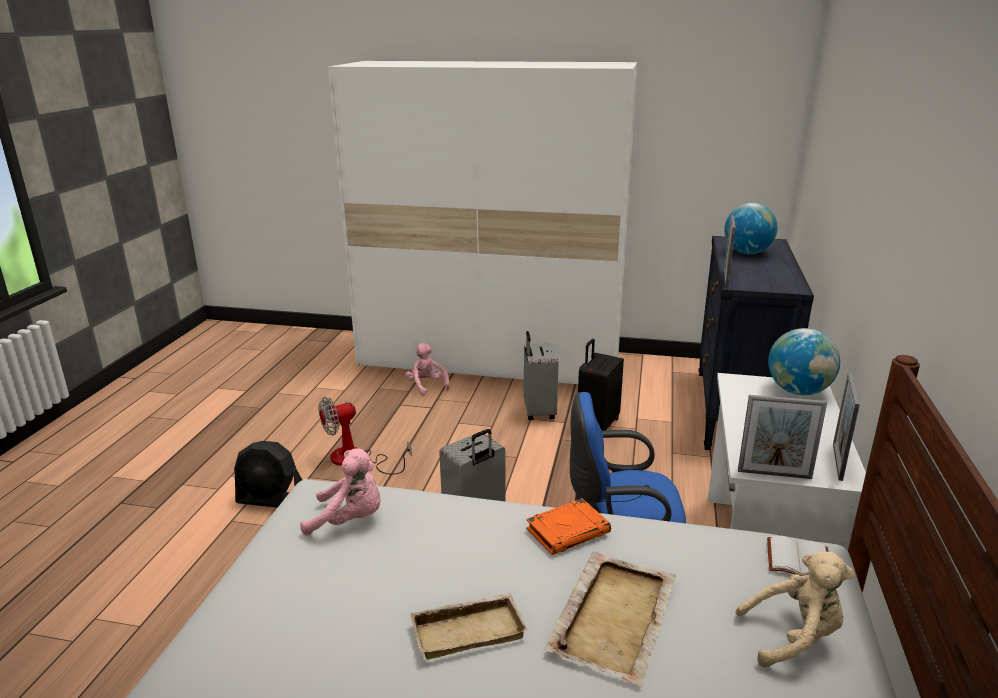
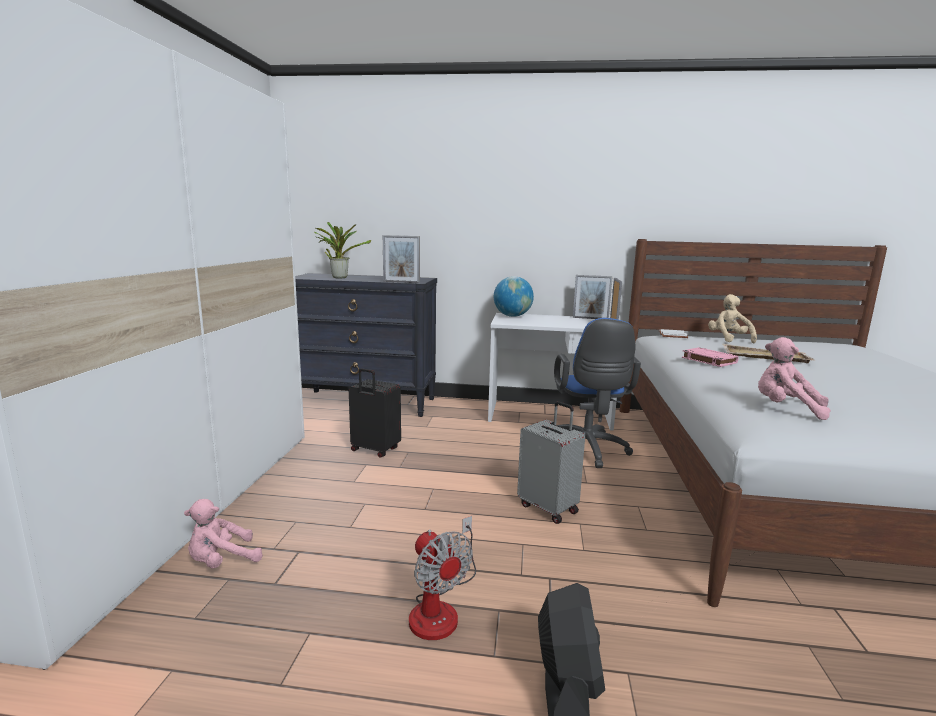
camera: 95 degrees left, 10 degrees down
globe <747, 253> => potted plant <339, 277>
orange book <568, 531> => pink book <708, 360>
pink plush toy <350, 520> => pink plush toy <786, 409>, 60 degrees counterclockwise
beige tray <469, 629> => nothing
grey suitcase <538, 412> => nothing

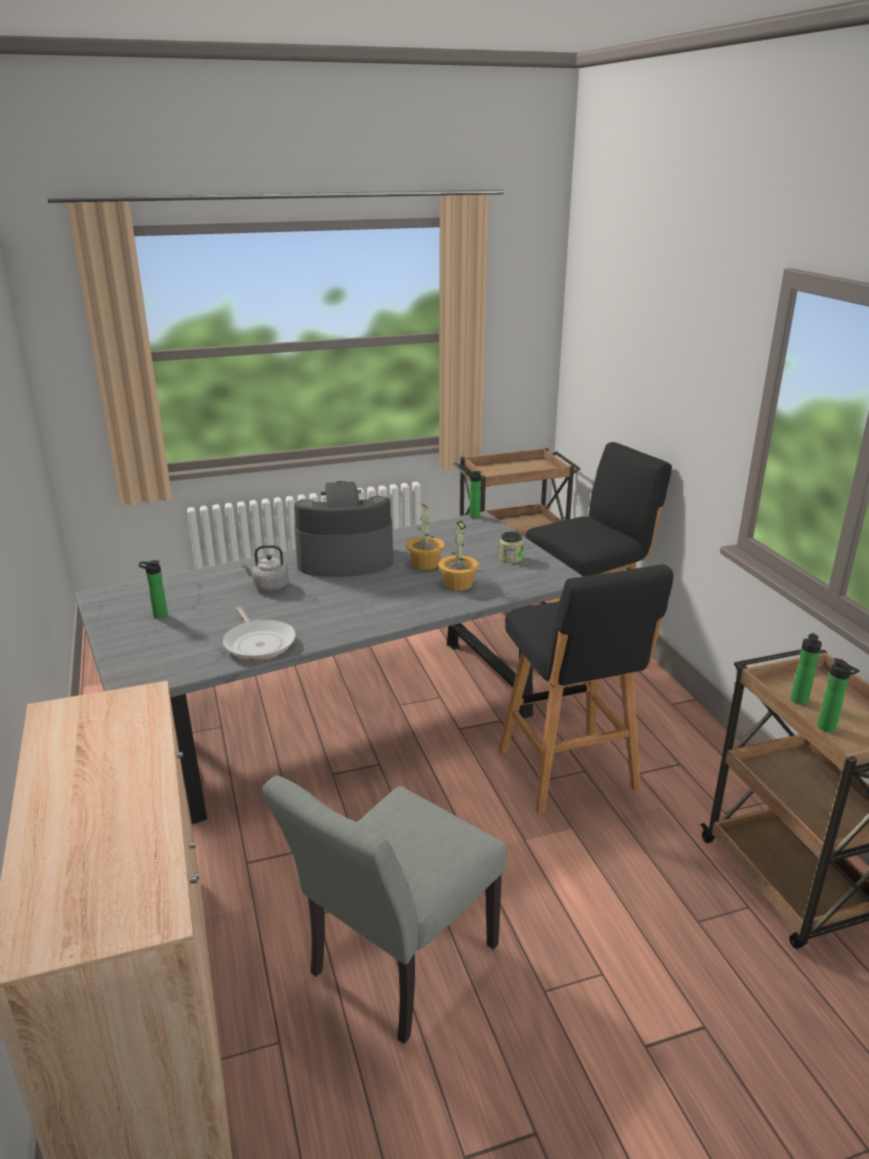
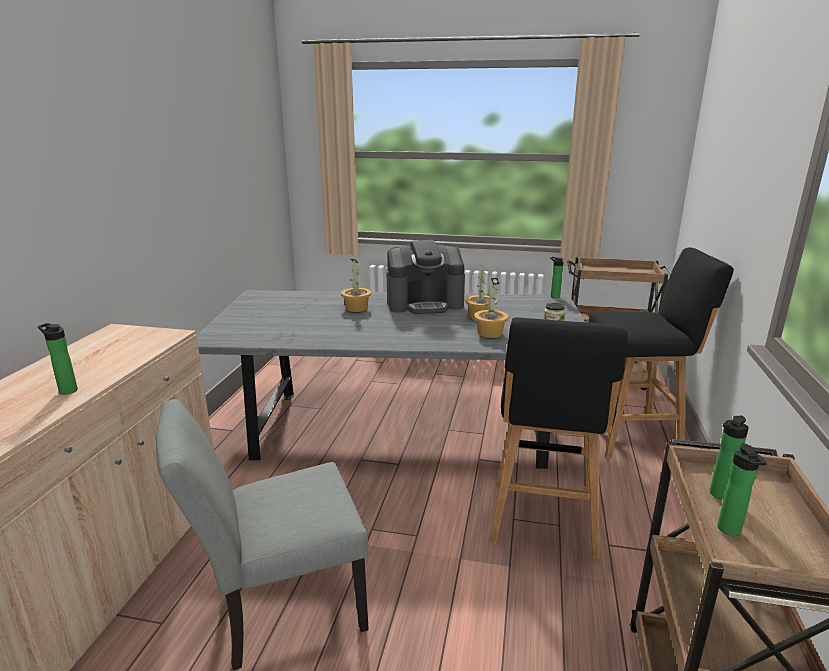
camera: 30 degrees right, 5 degrees down
bottle <158, 615> => bottle <66, 390>, moved
grey kettle <269, 586> => potted plant <356, 308>
coffee machine <344, 559> => coffee machine <425, 303>, 150 degrees clockwise
frying pan <259, 642> => nothing

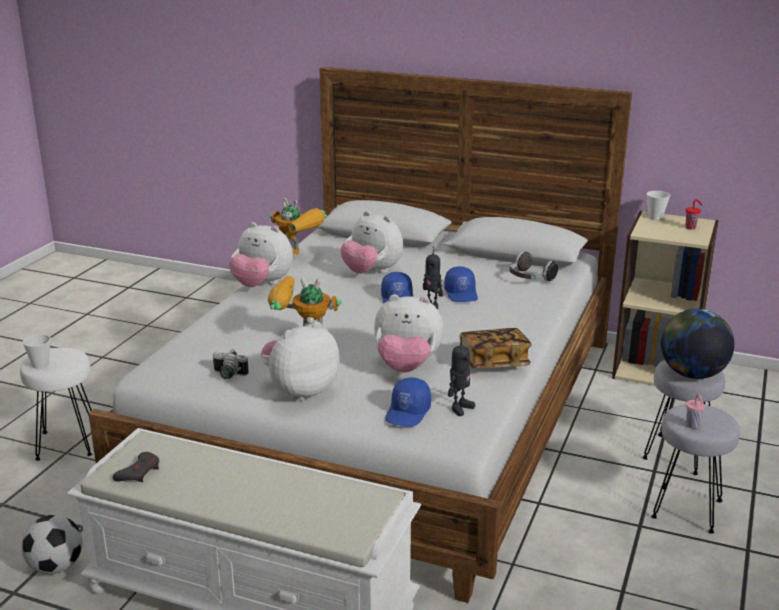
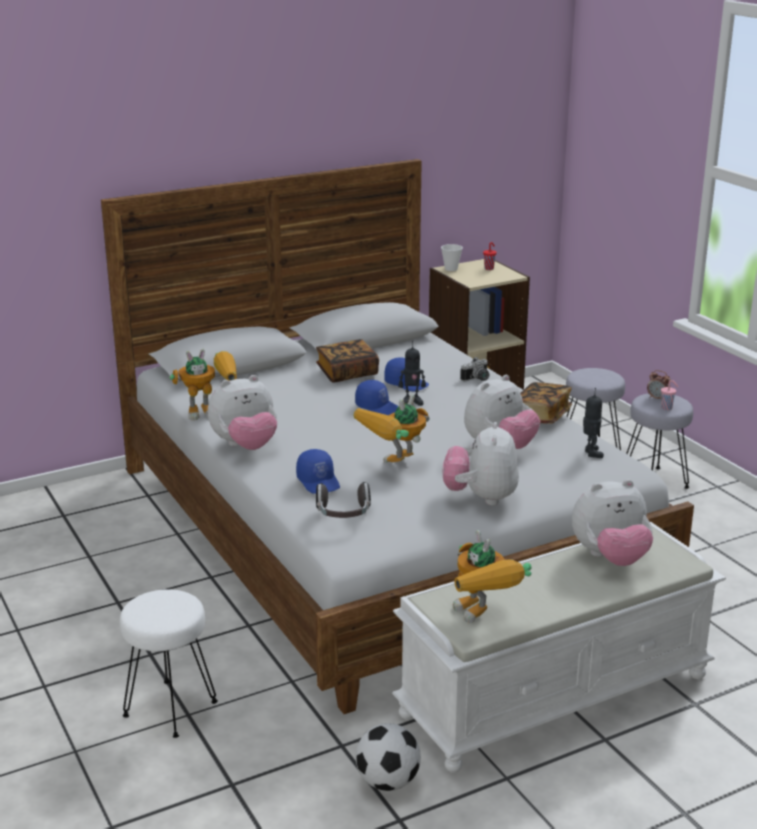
camera: 50 degrees left, 0 degrees up
blue cap <408, 413> => blue cap <319, 482>, moved
nothing => book <347, 373>
headphones <530, 279> => headphones <343, 515>, moved
grey game controller <139, 472> => toy robot <483, 618>
photo camera <228, 375> => photo camera <477, 379>, moved
plush toy <371, 272> => plush toy <610, 558>, moved
nothing => alarm clock <657, 398>
cup <40, 365> => nothing
globe <692, 374> => nothing

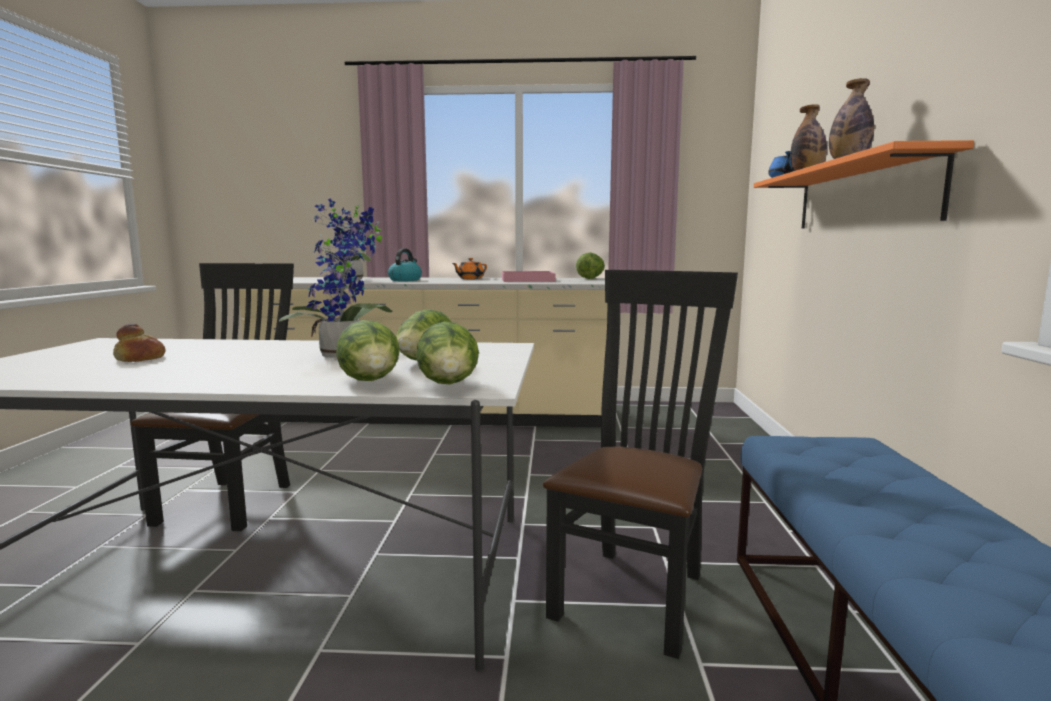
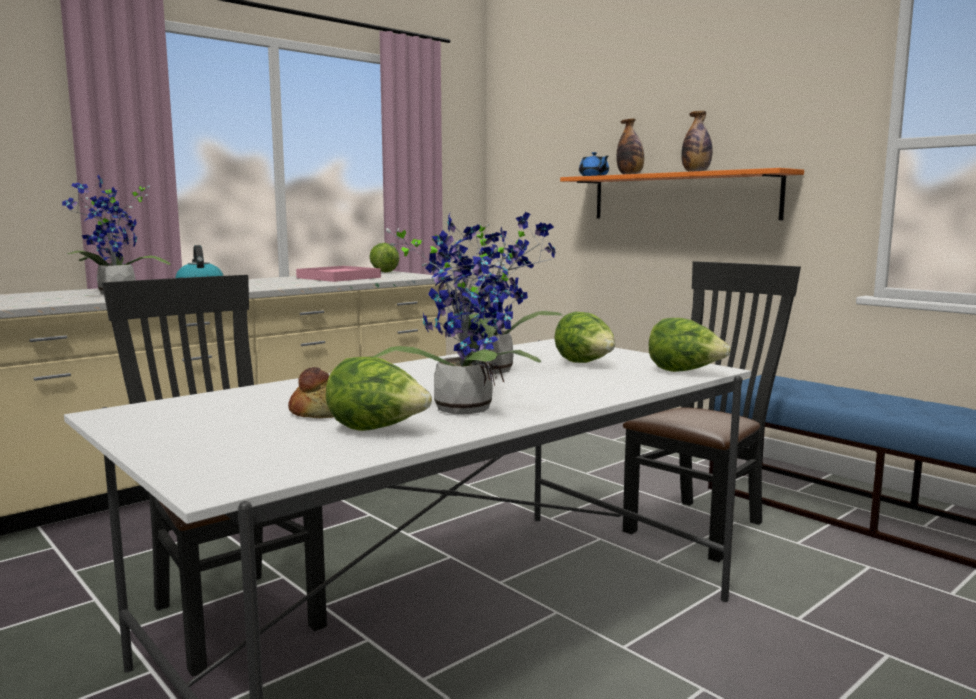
camera: 45 degrees left, 0 degrees up
lettuce <371, 382> => lettuce <377, 430>, moved
nothing => potted plant <462, 407>
black chair <636, 591> => black chair <701, 525>, 60 degrees clockwise
orange teapot <470, 278> => nothing

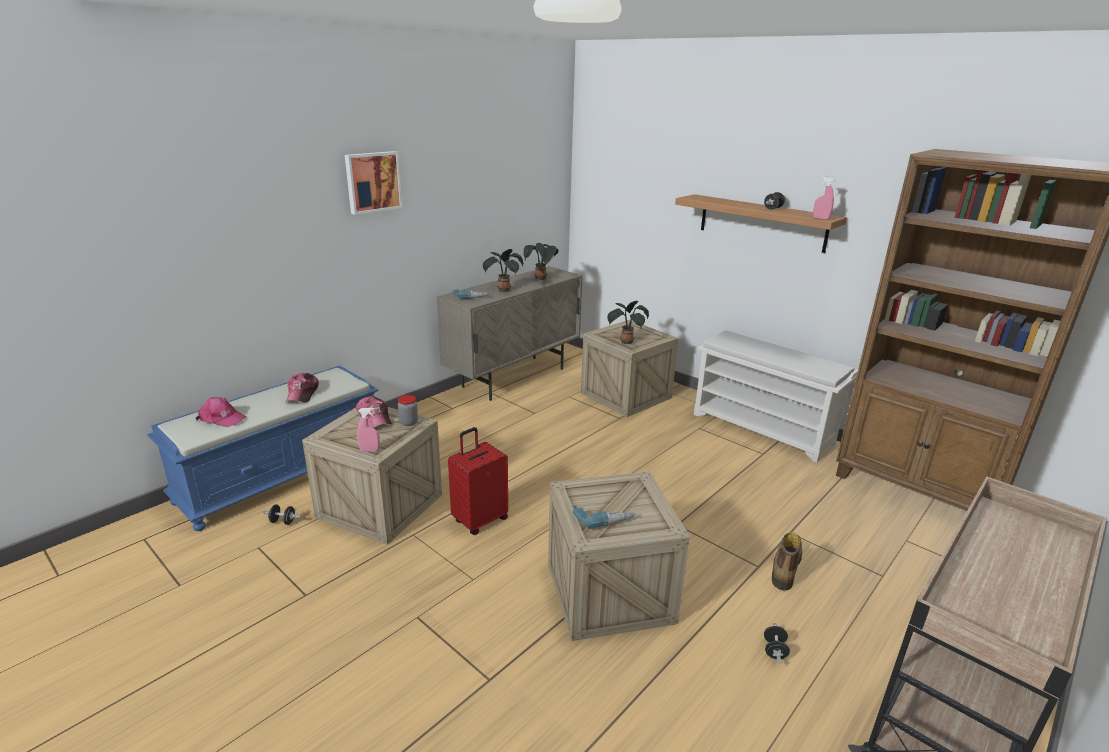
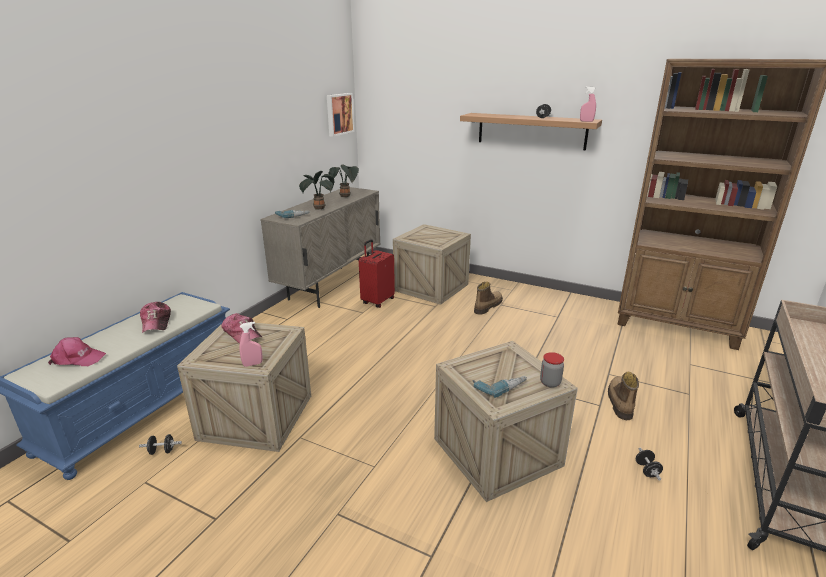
camera: 15 degrees left, 0 degrees up
picture <372, 182> => picture <339, 114>, moved
red suitcase <479, 520> => red suitcase <377, 301>, moved
nothing => boot <487, 306>
jar <408, 422> => jar <550, 383>, moved
potted plant <626, 342> => nothing
white shoe rack <763, 429> => nothing

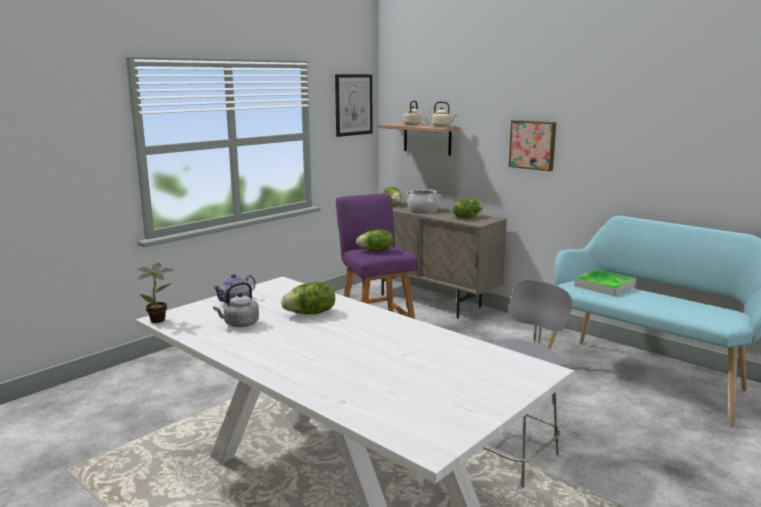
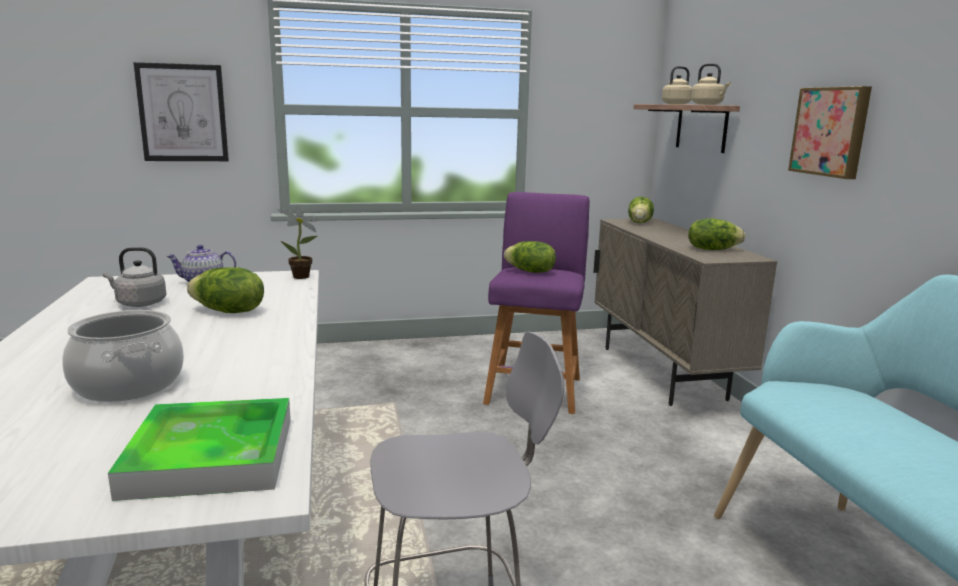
camera: 35 degrees right, 0 degrees up
cooking pot <423, 210> => cooking pot <129, 384>, moved
tray <604, 286> => tray <211, 456>, moved
picture <353, 105> => picture <183, 113>, moved
potted plant <160, 320> => potted plant <303, 277>, moved

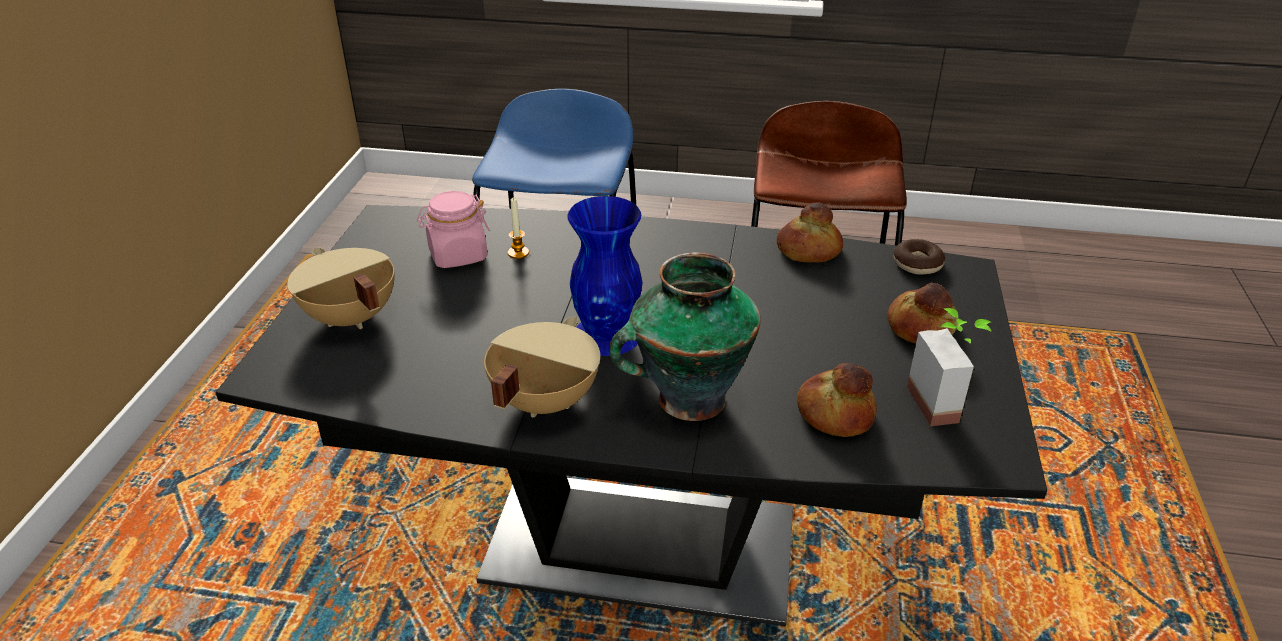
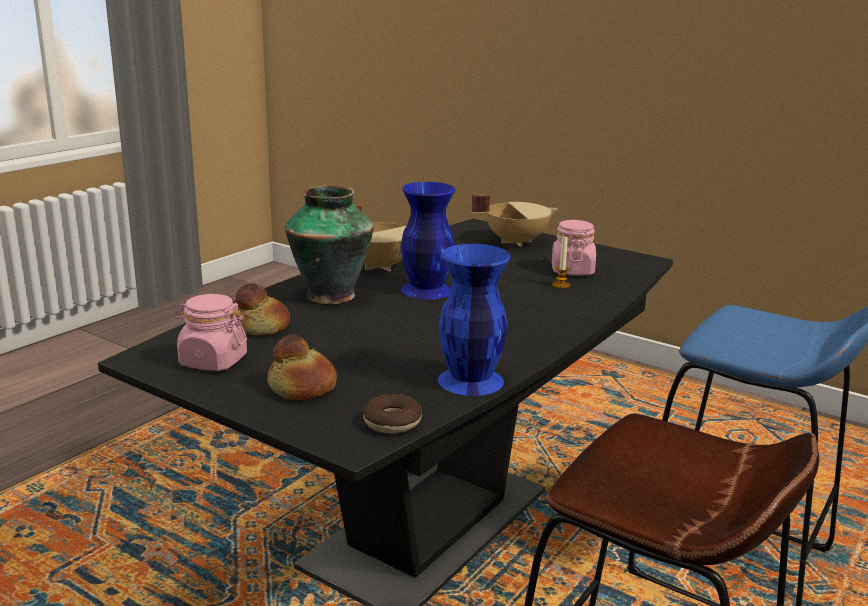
camera: 115 degrees right, 15 degrees down
potted plant <944, 403> => pink jar <213, 361>
bread <808, 250> => blue vase <469, 380>

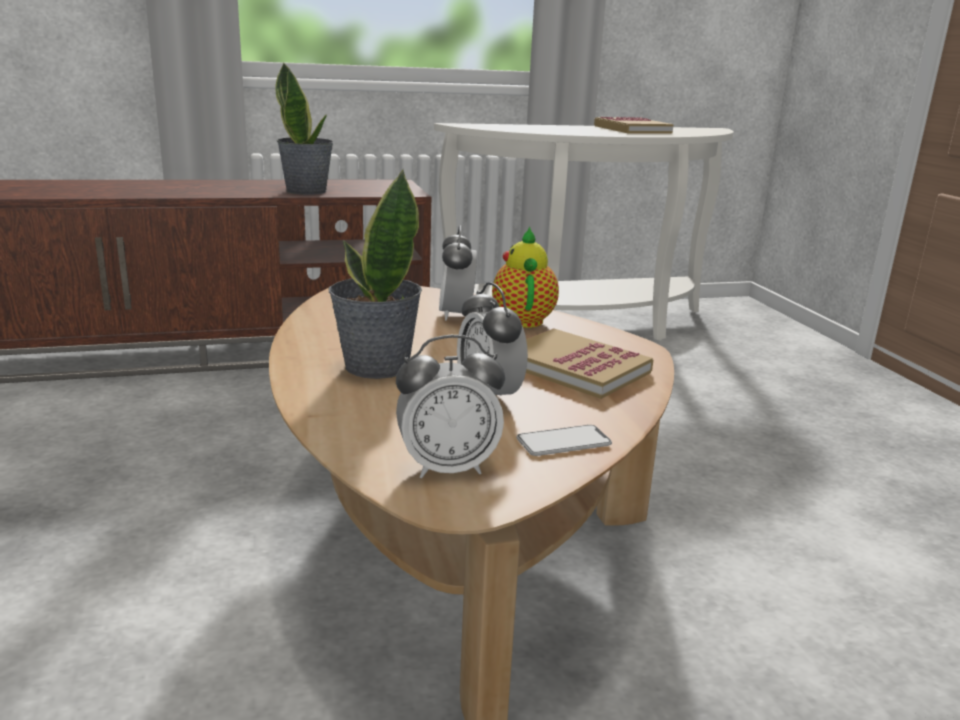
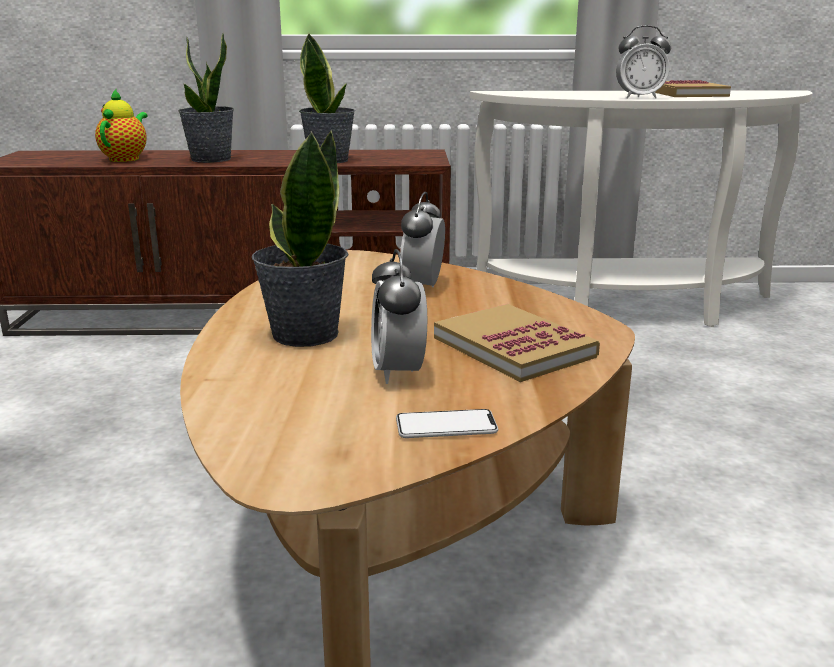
camera: 15 degrees right, 0 degrees up
teapot <523, 319> => teapot <126, 159>, moved
nothing => potted plant <211, 159>
alarm clock <447, 467> => alarm clock <639, 98>, moved

